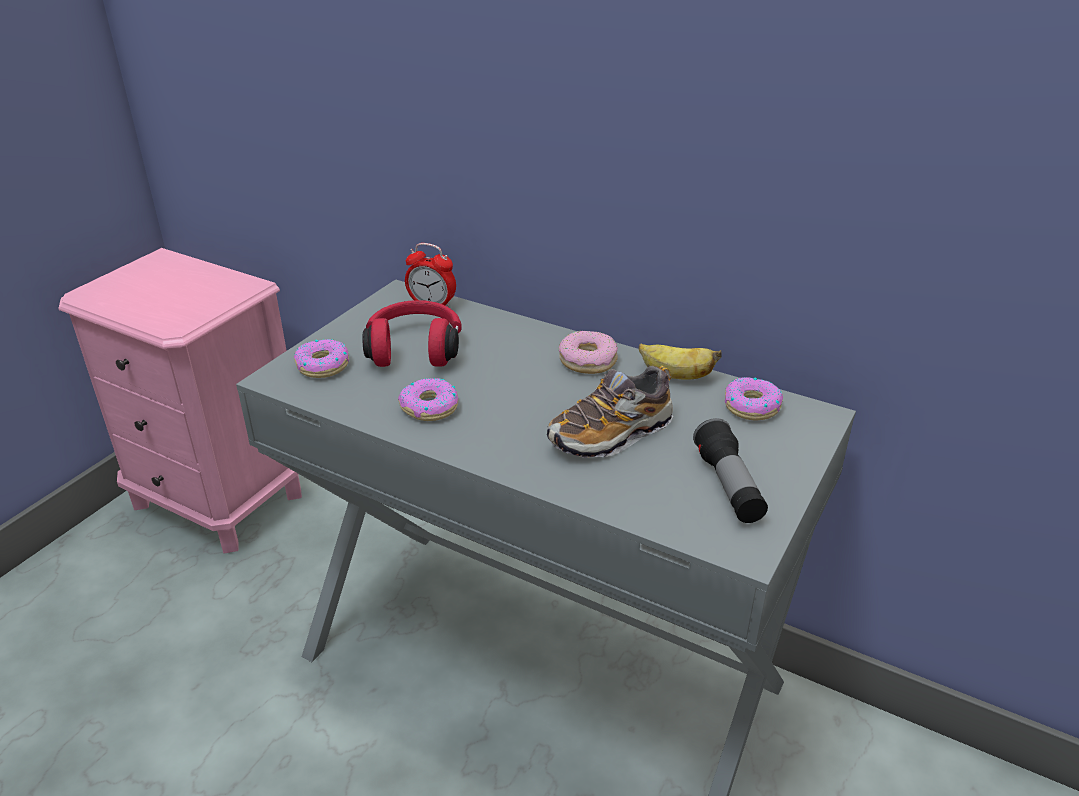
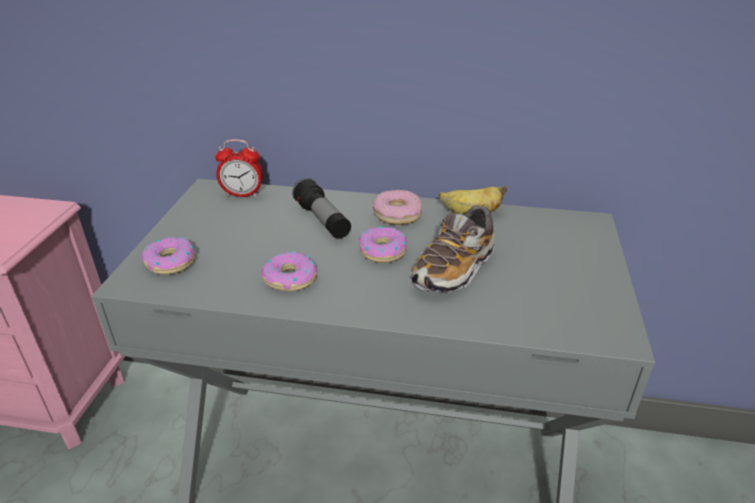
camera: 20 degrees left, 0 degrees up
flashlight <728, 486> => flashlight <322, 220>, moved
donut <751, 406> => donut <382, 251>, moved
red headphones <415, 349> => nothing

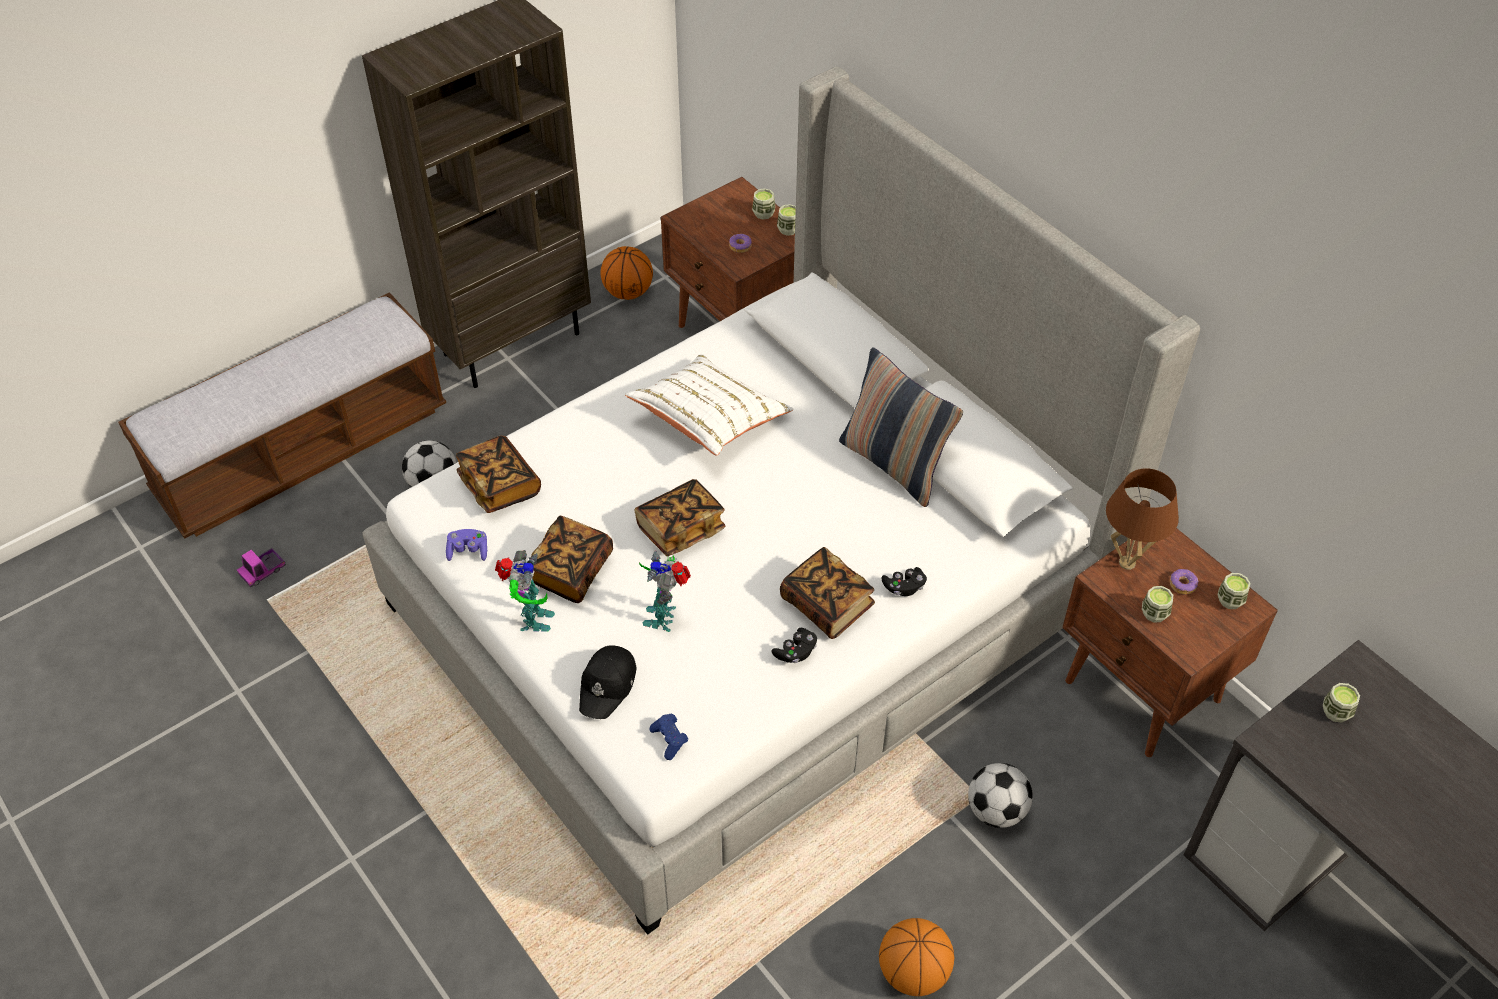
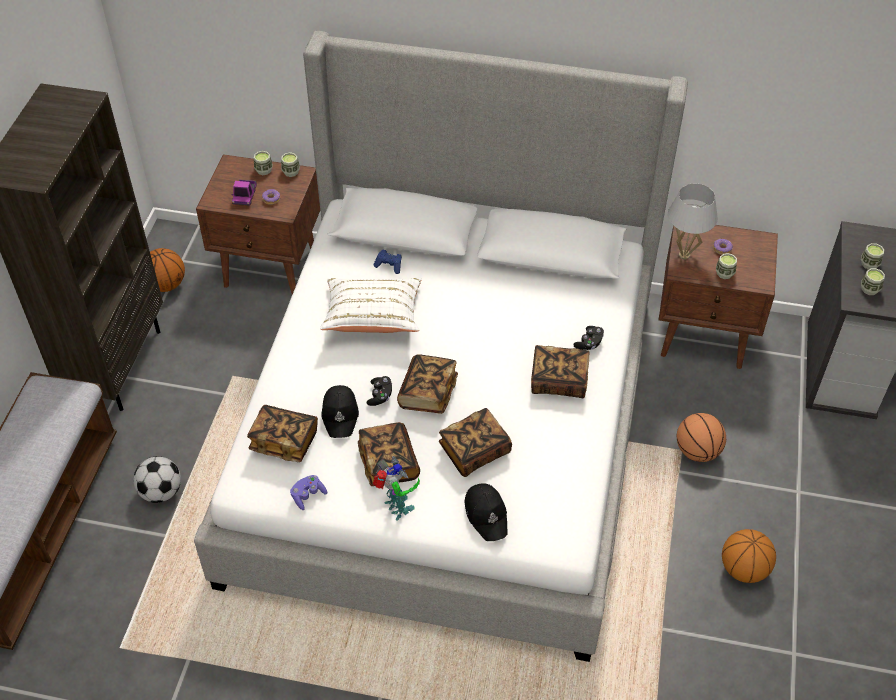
camera: 40 degrees left, 0 degrees up
toy truck <262, 571> => toy truck <245, 196>, moved
nothing => black cap <340, 414>
black game controller <796, 652> => black game controller <380, 395>, moved
blue game controller <669, 740> => blue game controller <389, 265>, moved
toy robot <664, 616> => book <474, 451>
brown table lamp <1126, 563> => white table lamp <684, 255>
football <996, 811> => basketball <697, 451>
cup <1230, 600> => cup <869, 289>, moved
pillow <894, 465> => nothing

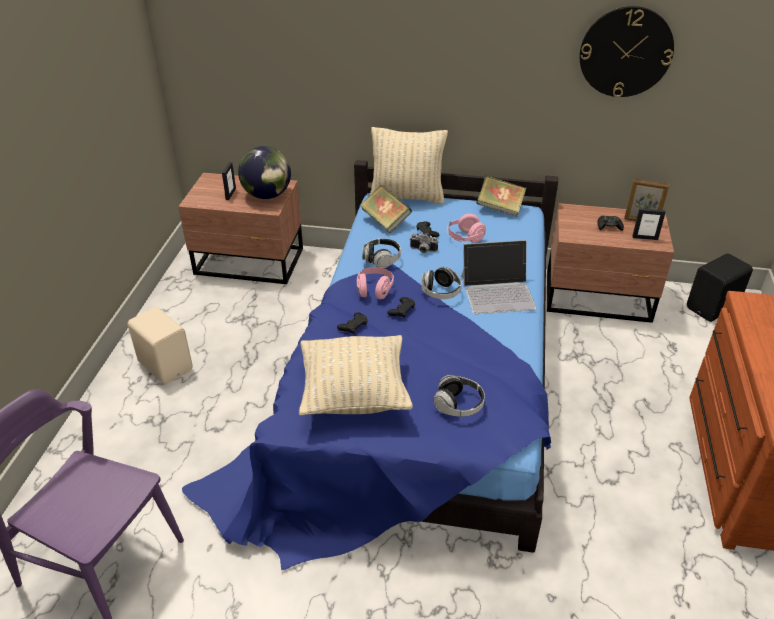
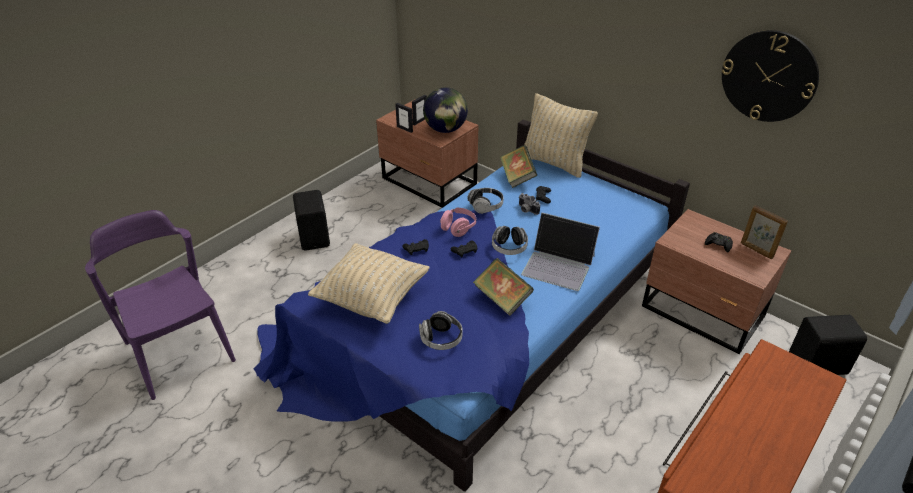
camera: 30 degrees right, 0 degrees up
beige speaker <166, 365> => black speaker <315, 237>
picture frame <645, 238> => picture frame <405, 129>, moved
book <500, 208> => book <502, 299>, moved
pink headphones <464, 238> => nothing

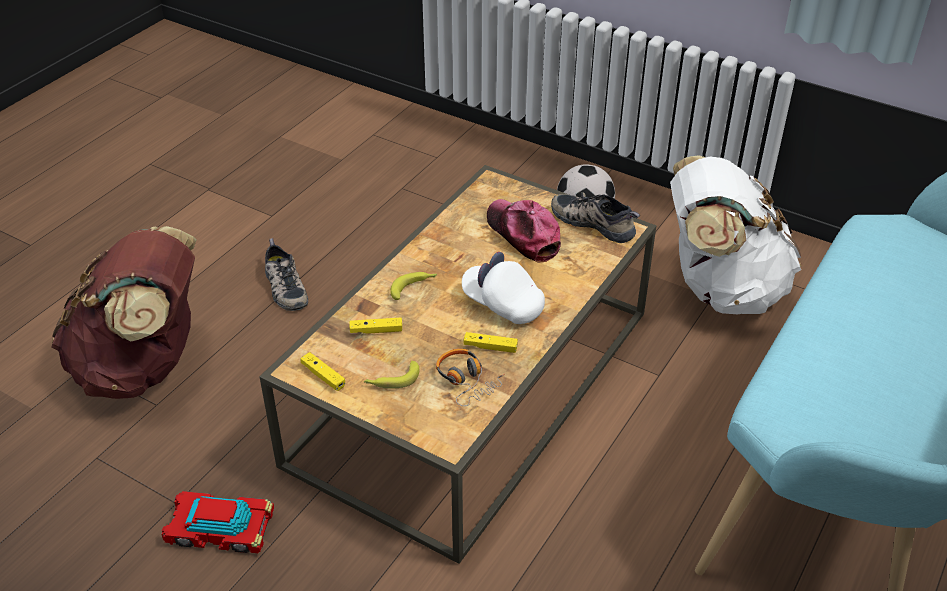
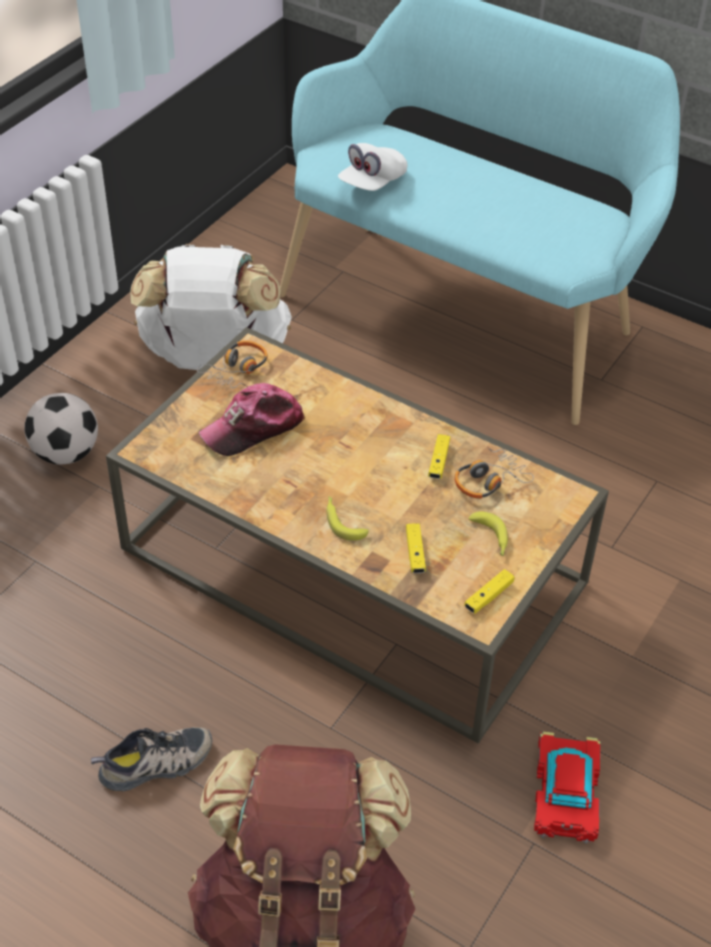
camera: 90 degrees left, 5 degrees up
shoe <595, 222> => headphones <237, 370>
white cap <502, 304> => white cap <372, 182>, moved

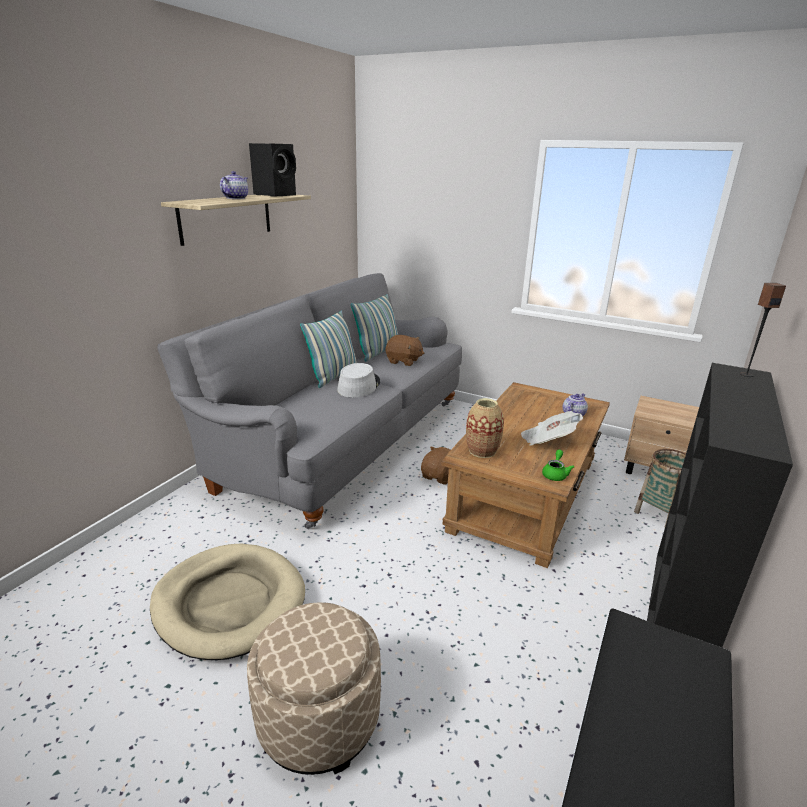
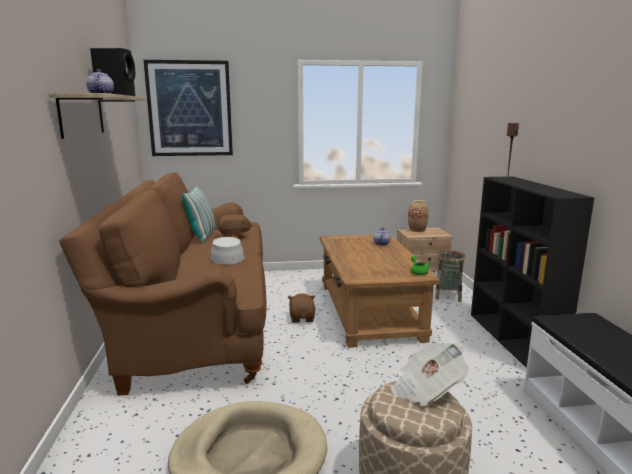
camera: 35 degrees left, 10 degrees down
grey sofa <342, 441> => brown sofa <196, 320>
nothing => picture <190, 109>
newspaper <548, 441> => newspaper <426, 389>, moved
vase <482, 451> => vase <417, 230>, moved
pillow <333, 376> => nothing

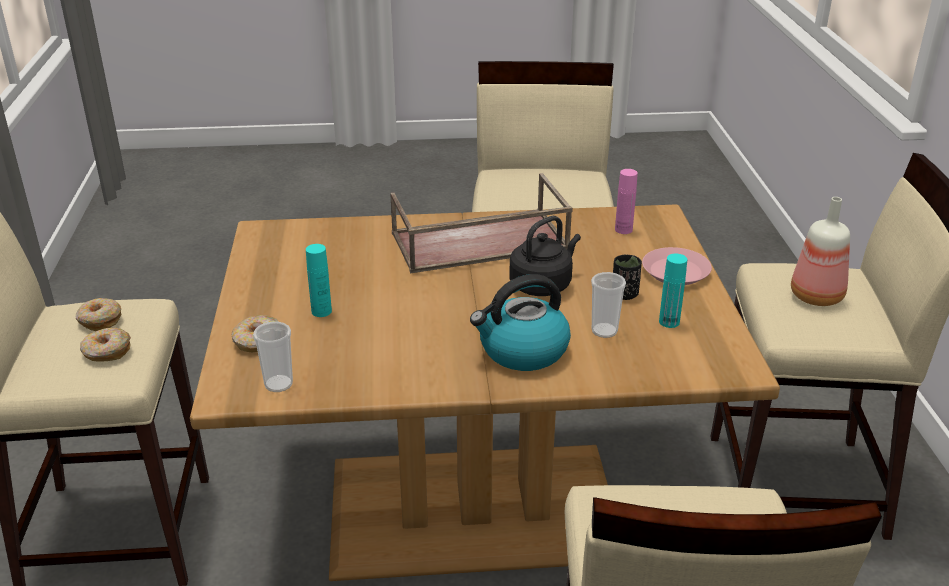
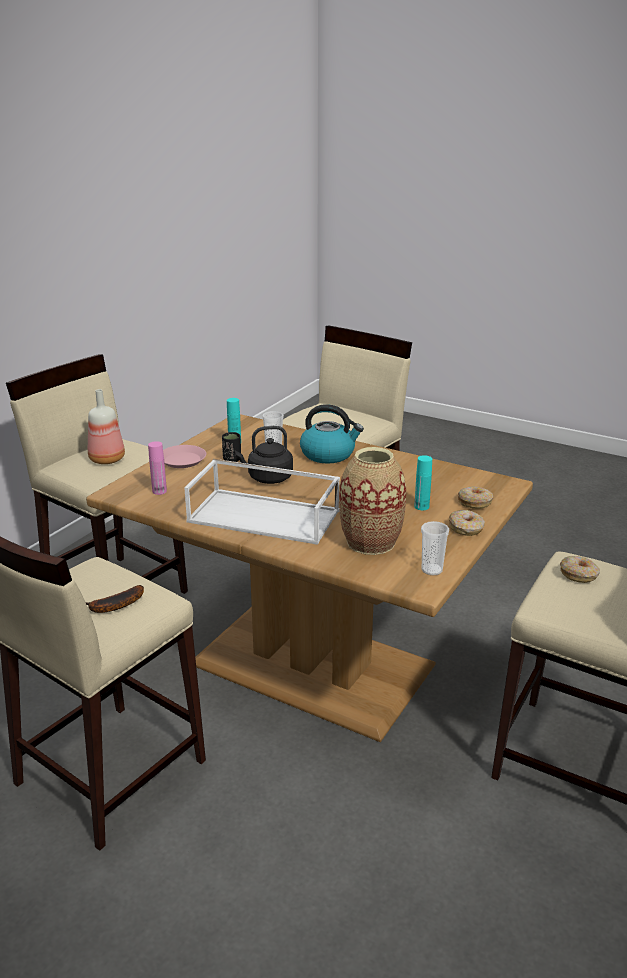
camera: 145 degrees left, 5 degrees down
nothing => banana <113, 606>
brown tray <478, 242> => white tray <265, 516>
nothing => vase <370, 542>
cup <278, 384> => cup <432, 570>, moved
donut <99, 320> => donut <466, 528>, moved

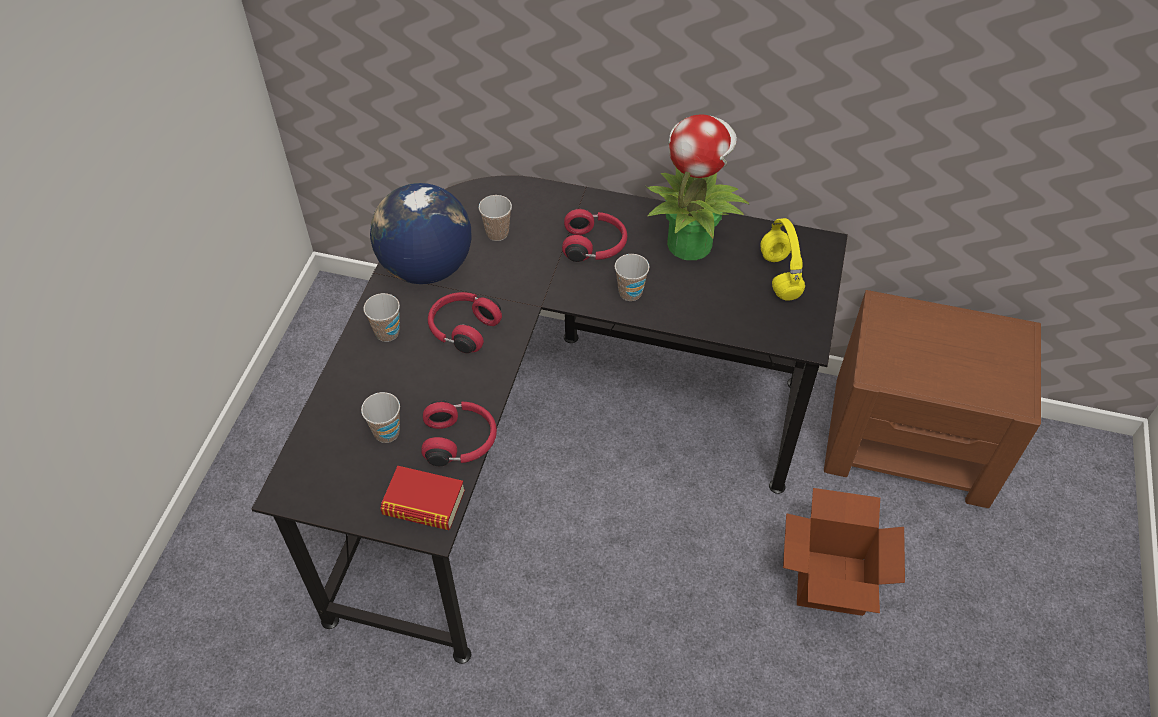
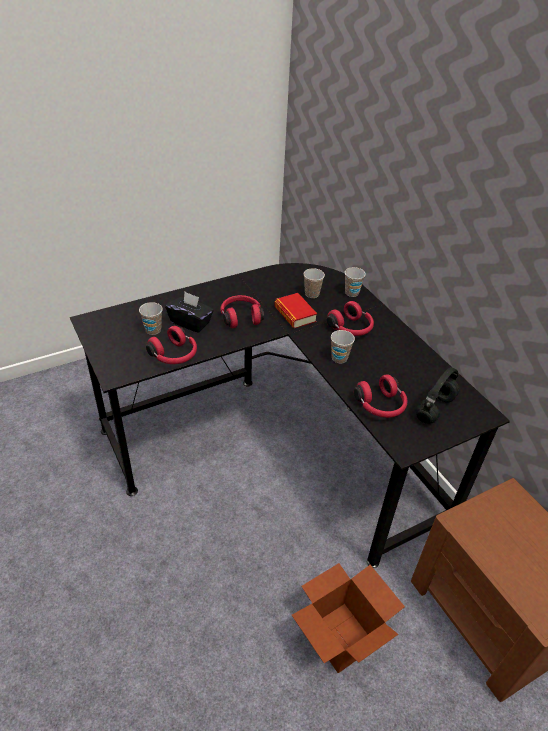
camera: 45 degrees right, 10 degrees down
nothing => black tissue box <190, 322>
book <424, 503> => book <295, 314>, moved
cup <387, 333> => cup <351, 293>, moved
nothing => red headphones <381, 406>
yellow headphones <778, 275> => black headphones <434, 408>
globe <426, 267> => nothing
potted plant <689, 242> => nothing

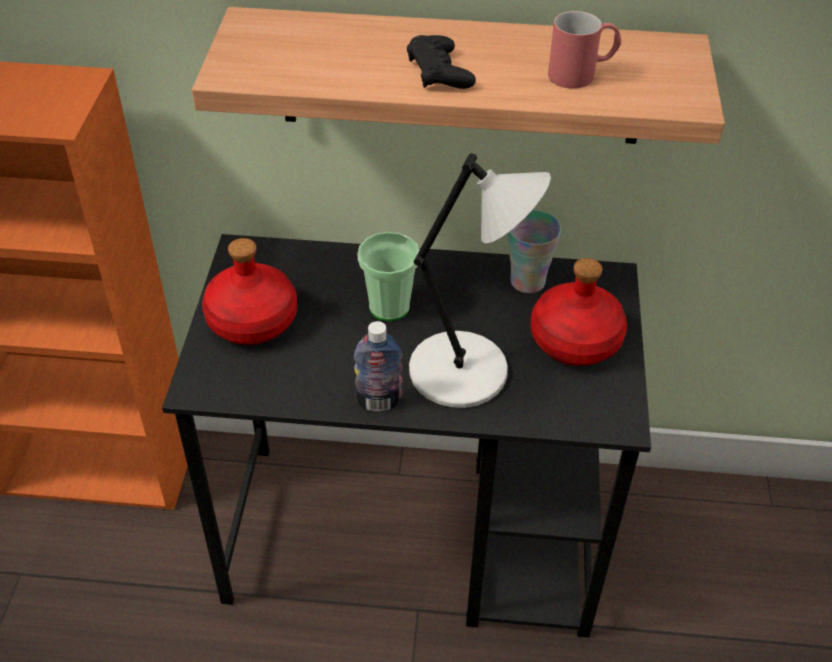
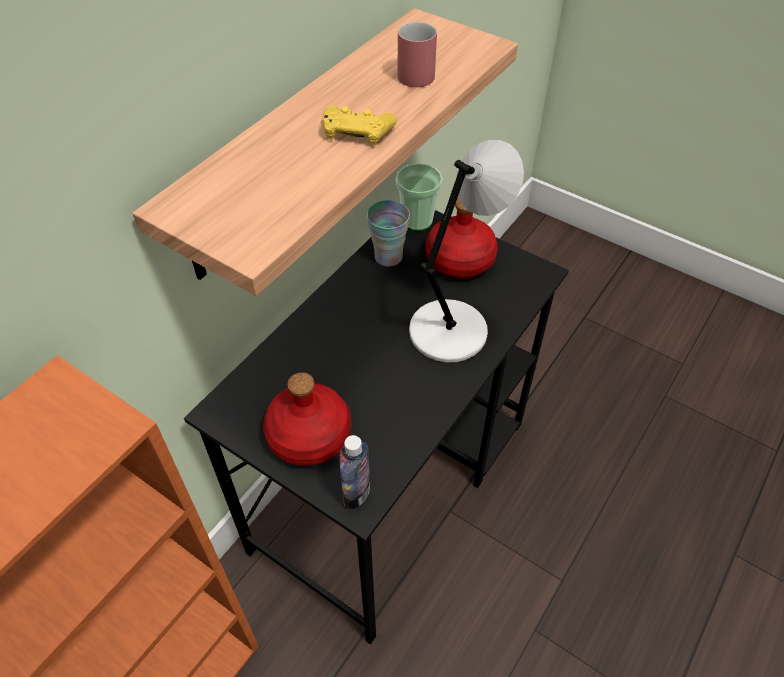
camera: 60 degrees left, 5 degrees up
black game controller <439, 72> => yellow game controller <357, 132>
bottle <379, 402> => bottle <356, 493>, moved
cup <389, 307> => cup <417, 221>, moved

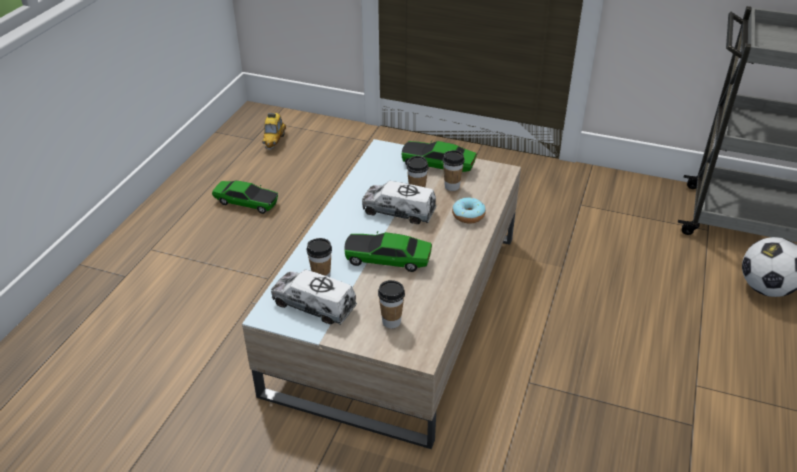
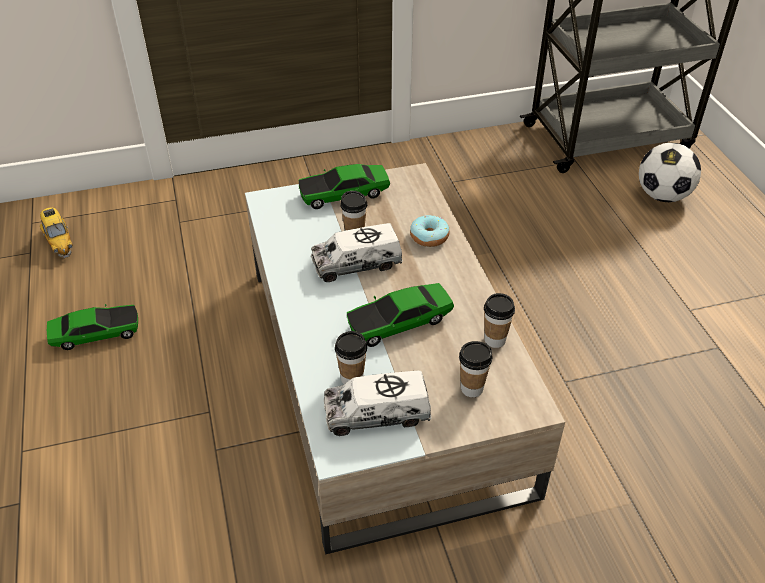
camera: 35 degrees left, 5 degrees up
cup <452, 186> => cup <495, 340>, moved

